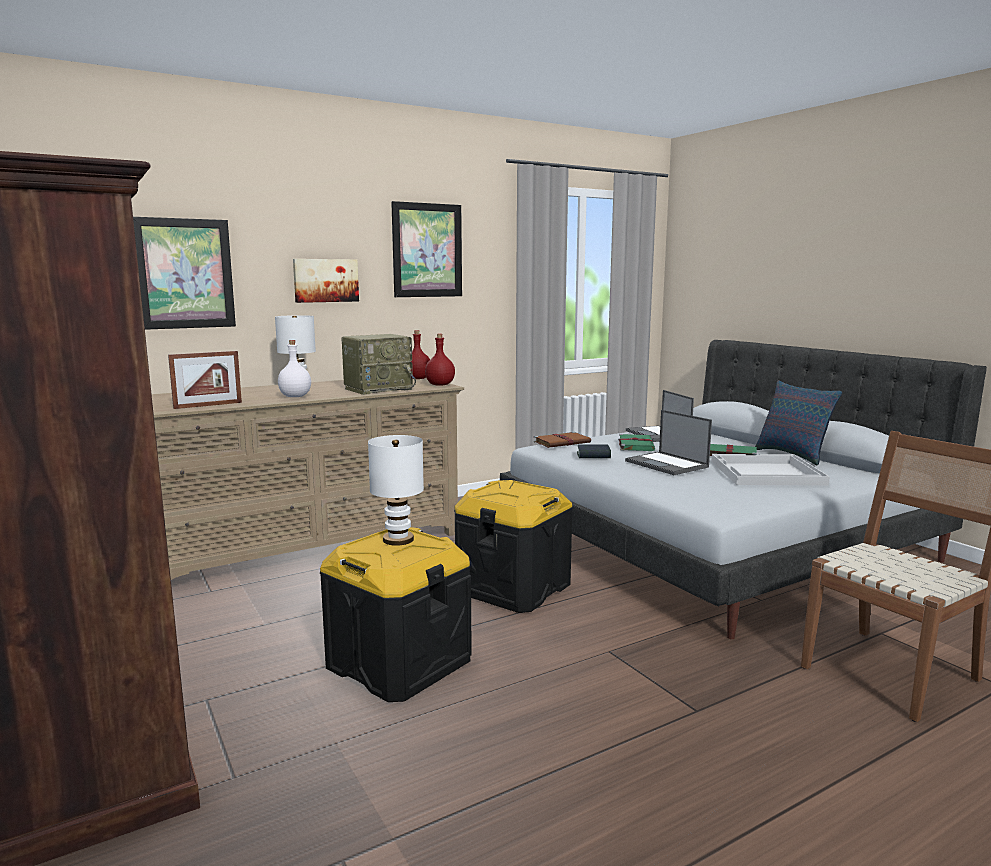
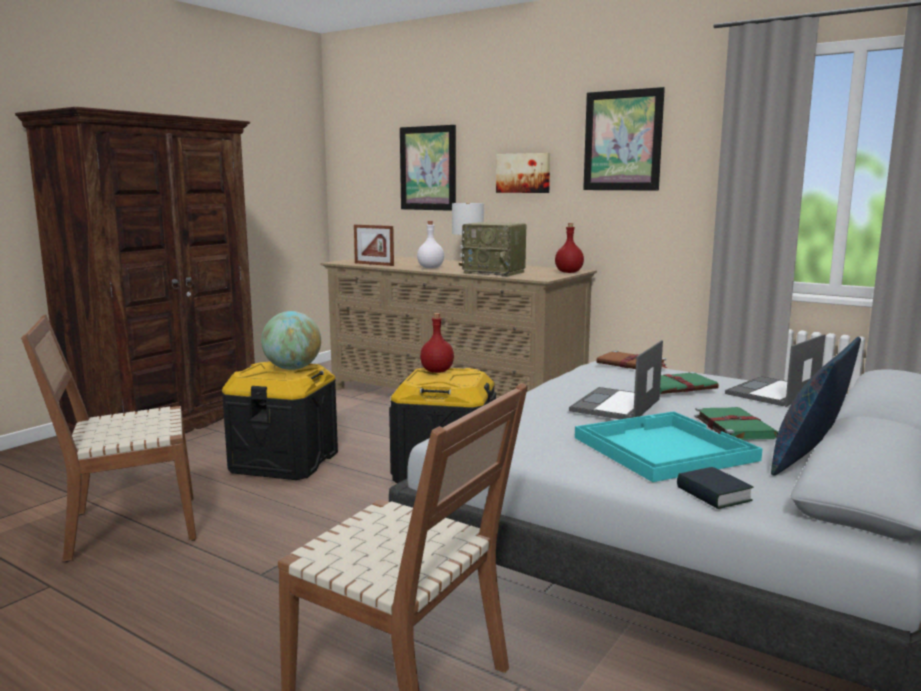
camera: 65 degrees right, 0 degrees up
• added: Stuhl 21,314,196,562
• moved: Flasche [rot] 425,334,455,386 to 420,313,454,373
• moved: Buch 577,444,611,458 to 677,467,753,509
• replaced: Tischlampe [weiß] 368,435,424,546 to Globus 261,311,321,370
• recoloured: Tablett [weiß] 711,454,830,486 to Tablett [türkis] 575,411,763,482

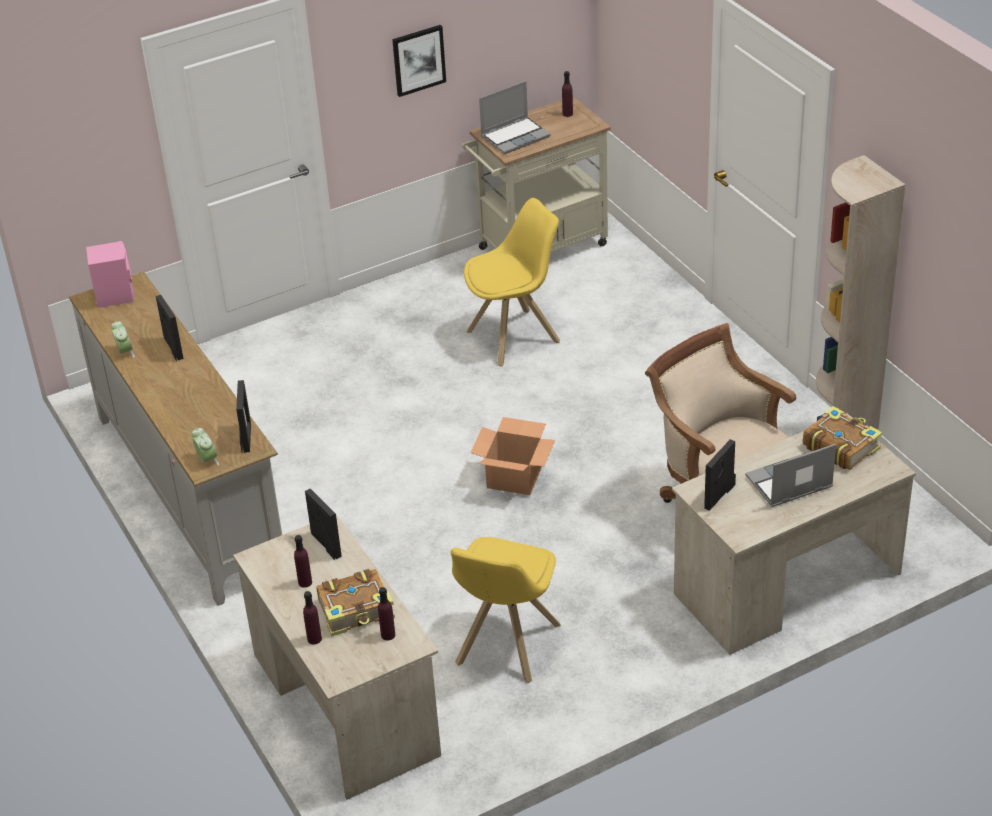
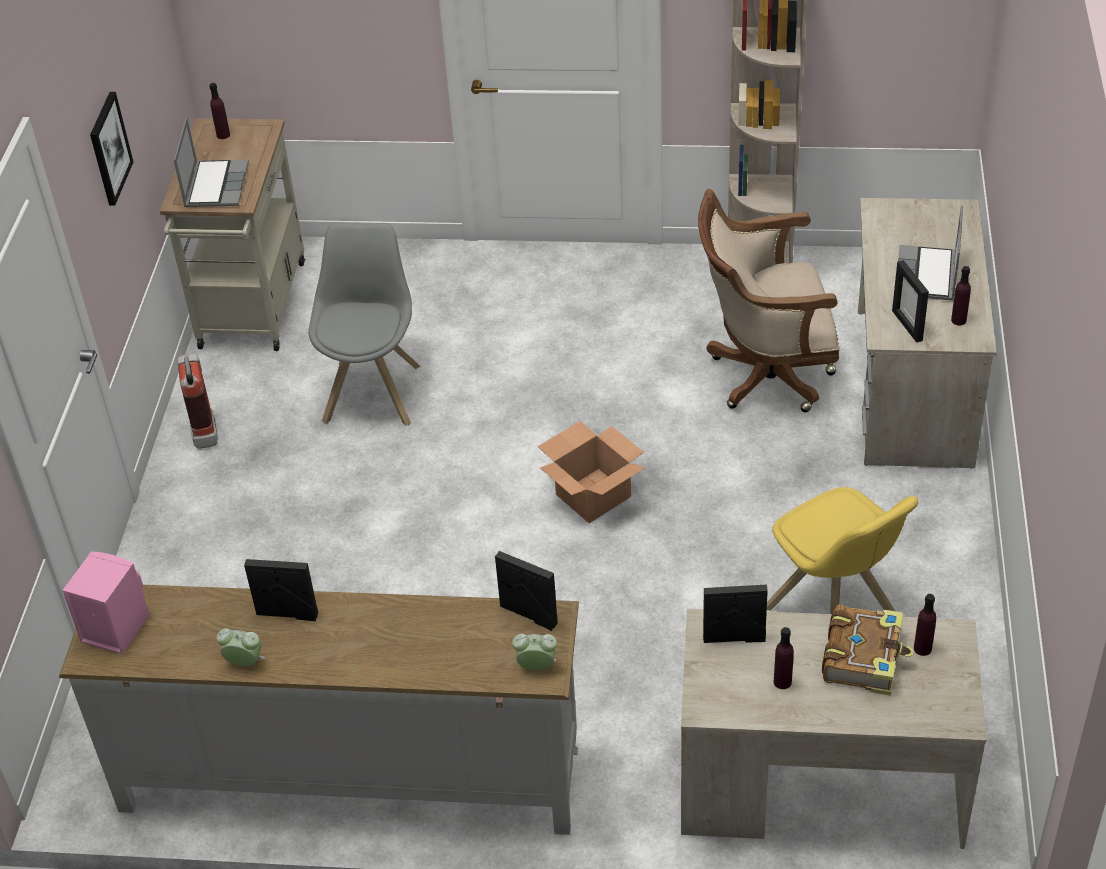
camera: 55 degrees left, 5 degrees up
• removed: Buch 803,406,882,470
• added: Feuerlöscher 177,354,218,449
• moved: Flasche [lila] 303,591,322,644 to 951,266,971,325
• recoloured: Stuhl [gelb] 464,198,560,366 to Stuhl [grau] 308,222,420,426

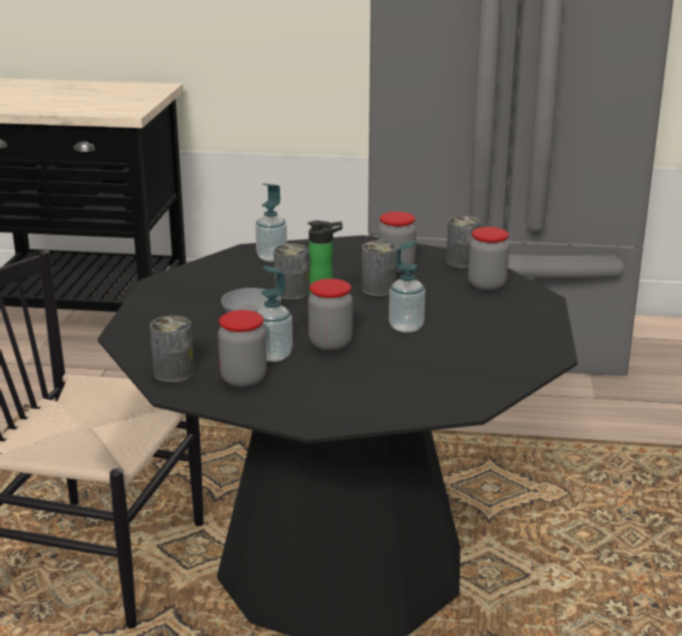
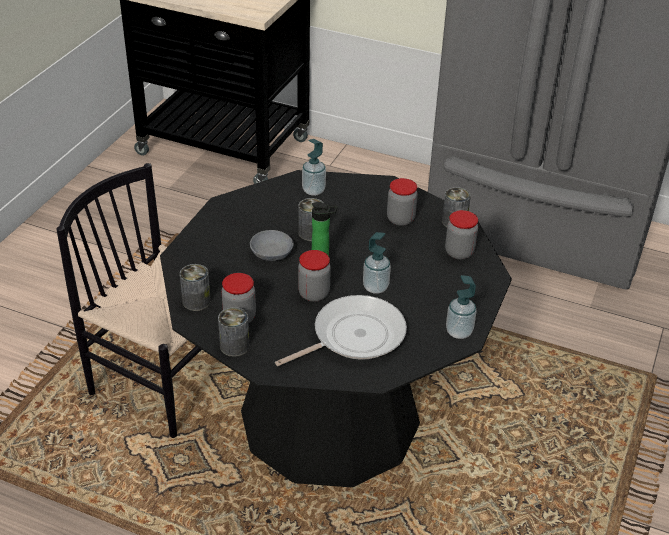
camera: 15 degrees right, 15 degrees up
• added: Pfanne 275,295,407,366
• moved: Seifenspender 256,266,293,362 to 446,275,477,339
• moved: Dose 362,241,397,296 to 218,307,250,357

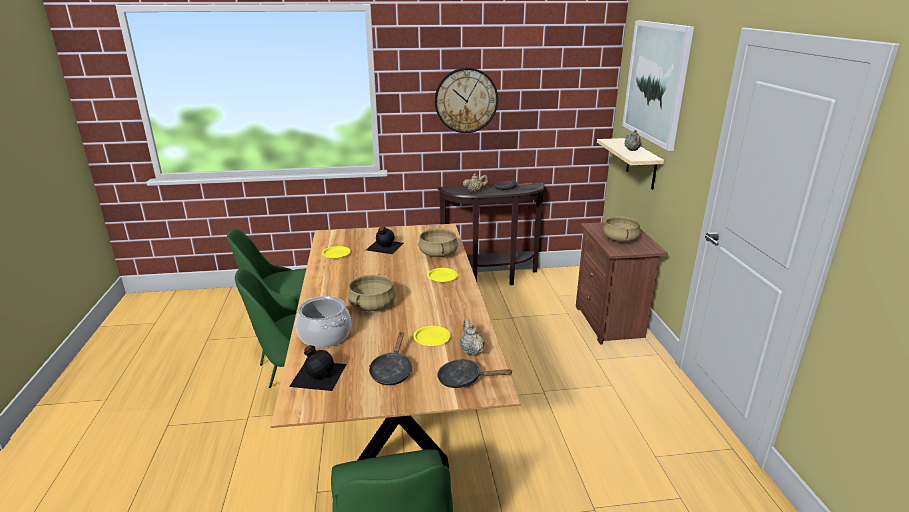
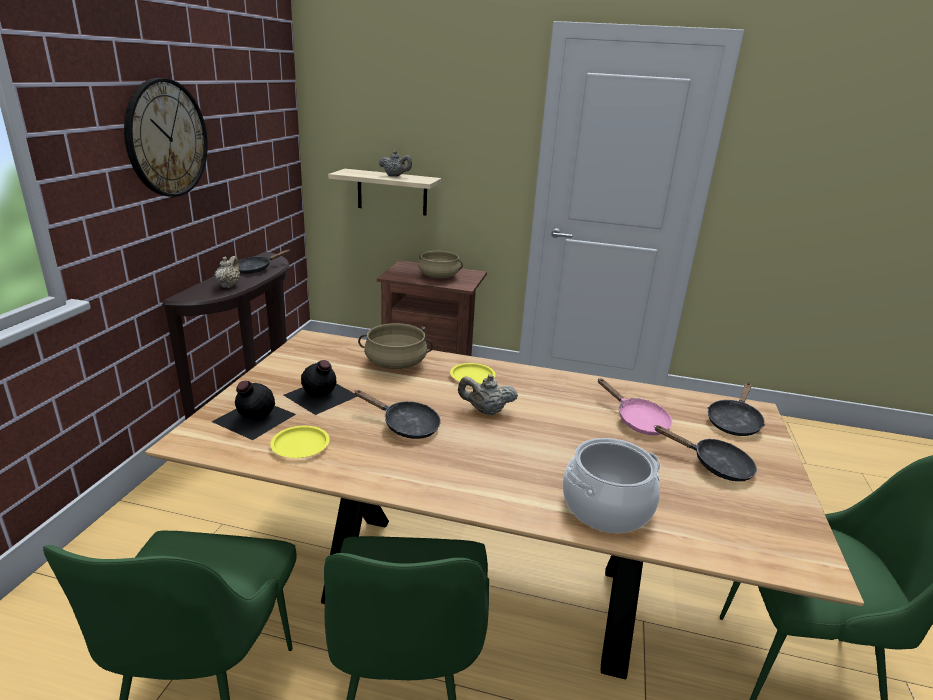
camera: 70 degrees left, 0 degrees up
• removed: Kochtopf [beige] 348,275,396,311
• removed: Bild 622,20,694,151
• added: Pfanne [schwarz] 354,390,440,439
• moved: Flasche [schwarz] 289,345,346,391 to 212,381,296,440
• moved: Teekanne [beige] 460,318,485,356 to 458,374,518,415
• replaced: Teller [gelb] 413,326,451,346 to Pfanne [rosa] 598,378,672,435

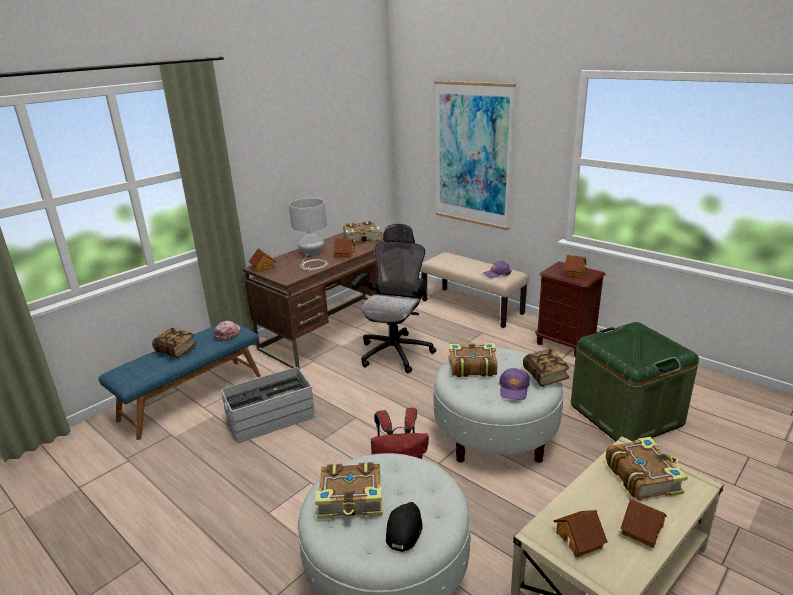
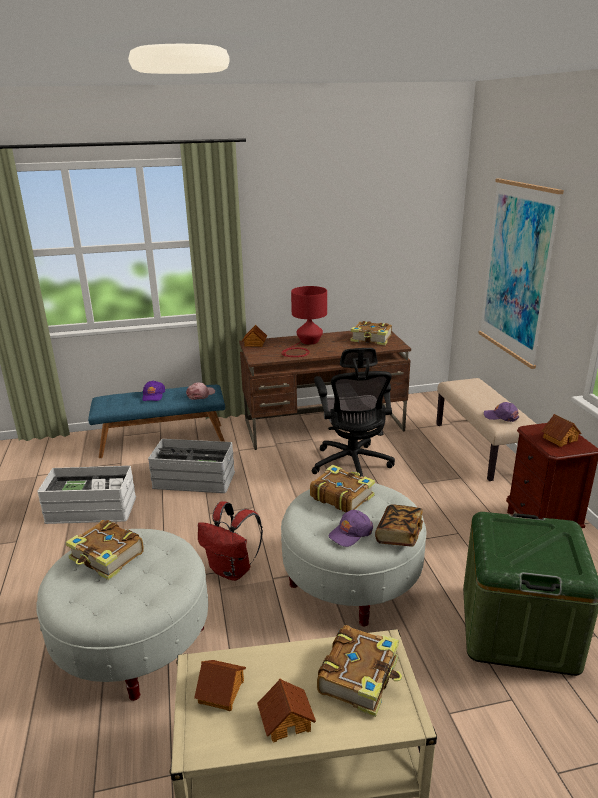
camera: 35 degrees right, 0 degrees up
• removed: Spielzeughaus 333,238,355,258
• removed: Kappe [schwarz] 386,502,423,552
• added: Aufbewahrungsbox [weiß] 37,466,136,524
• replaced: Buch 152,327,197,358 to Kappe [lila] 142,381,165,401
• recoloured: Tischlampe [weiß] 289,198,328,271 to Tischlampe [rot] 282,286,327,357
• turned: Bürostuhl 351,224,437,373 = 312,348,395,477 120 degrees clockwise

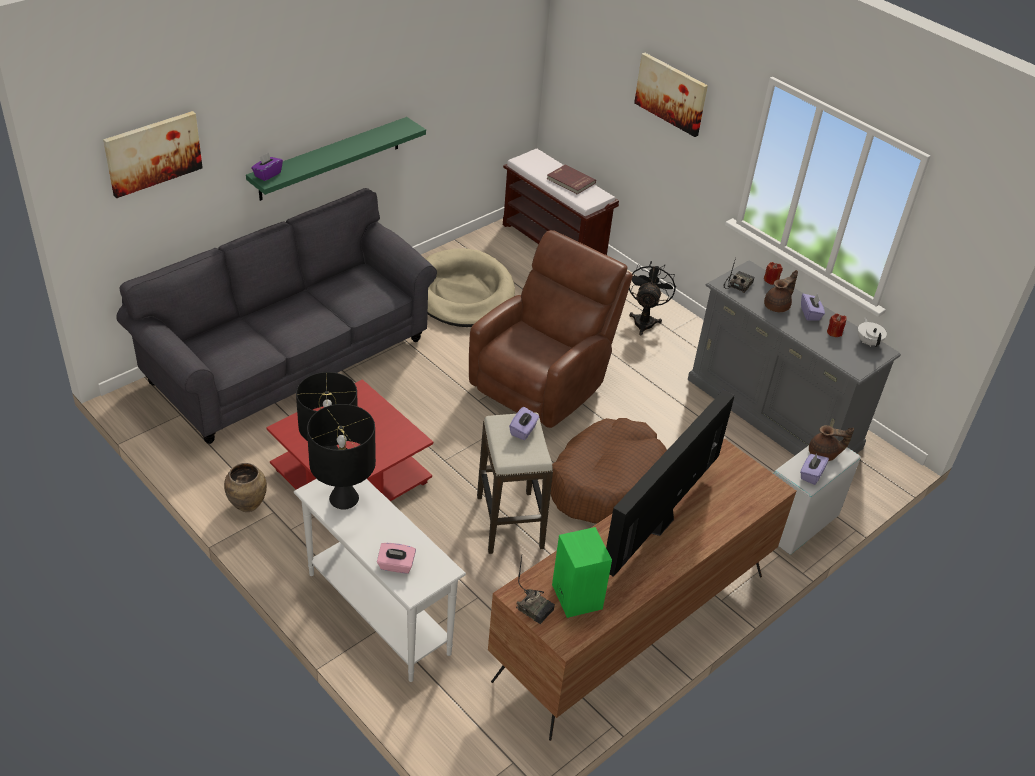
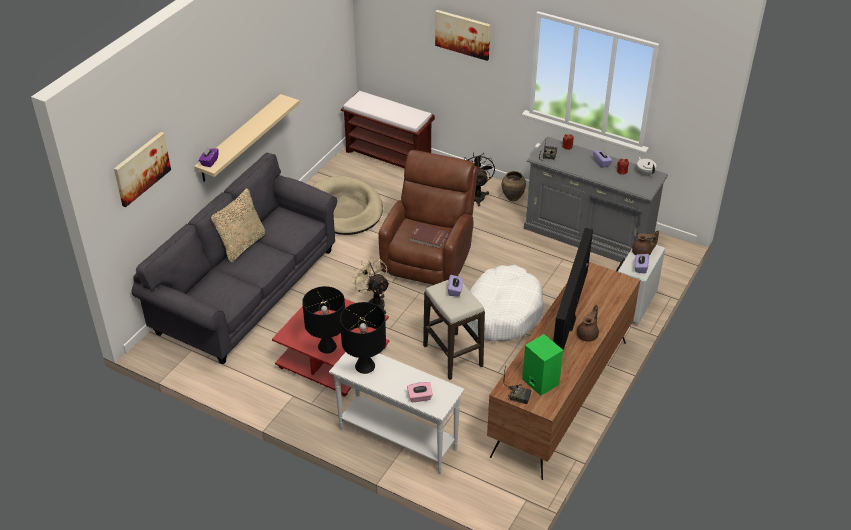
camera: 15 degrees left, 0 degrees up
• added: Kissen [beige] 211,188,265,262
• added: Ventilator [beige] 352,257,390,314
• moved: Vase [braun] 224,463,267,512 to 502,171,526,201
• moved: Buch [rot] 547,164,596,194 to 409,223,449,249
• moved: Teekanne [braun] 764,270,798,312 to 577,305,599,342
• recoloured: Wandregal [grün] 246,117,426,201 to Wandregal [beige] 194,94,300,182
• recoloured: Hundebett [braun] 551,418,667,524 to Hundebett [weiß] 467,265,544,341

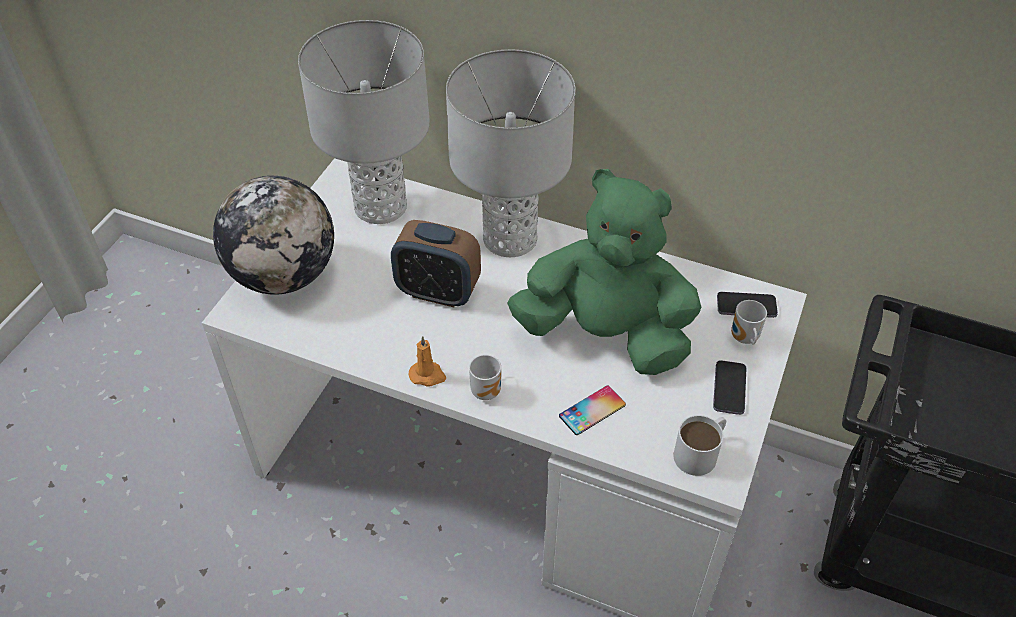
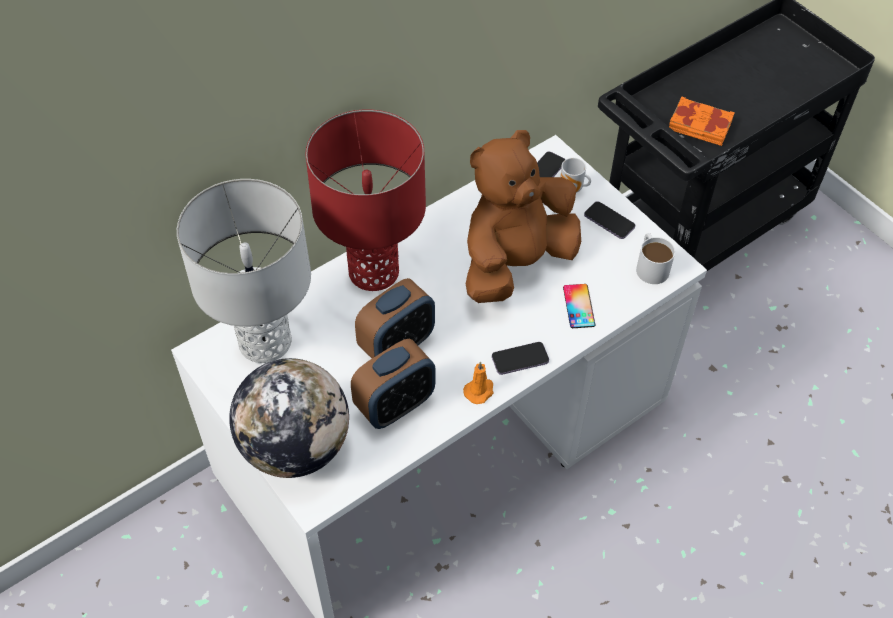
camera: 60 degrees left, 5 degrees up
• added: Wecker 351,339,435,429
• added: Buch [orange] 669,96,735,146
• replaced: Henkelbecher 469,355,501,400 to Handy 492,342,549,375
• recoloured: Tischlampe [weiß] 446,49,575,257 to Tischlampe [rot] 305,109,426,291
• recoloured: Plüschtier [grün] 507,169,702,375 to Plüschtier [braun] 466,130,581,303

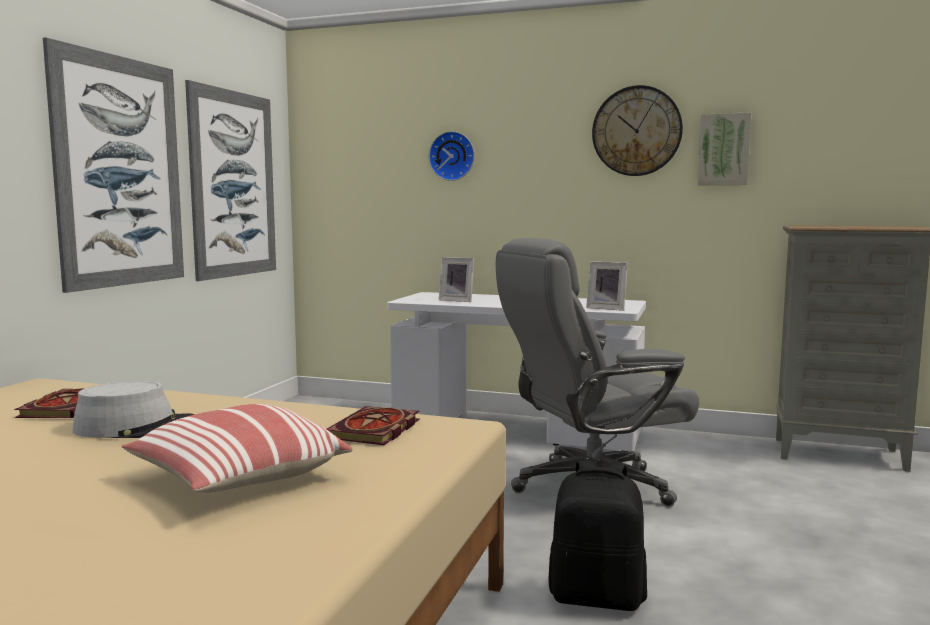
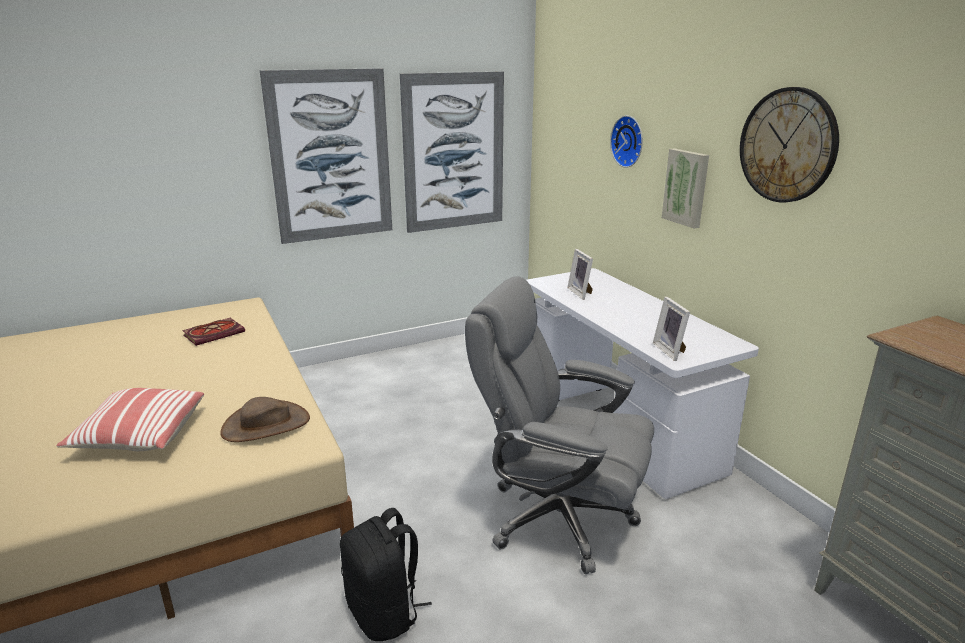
camera: 45 degrees right, 15 degrees up
• removed: Hut [grau] 72,381,194,438
• moved: Bild 698,112,751,185 to 662,148,709,229
• replaced: Buch 327,406,420,445 to Hut [braun] 220,397,310,442

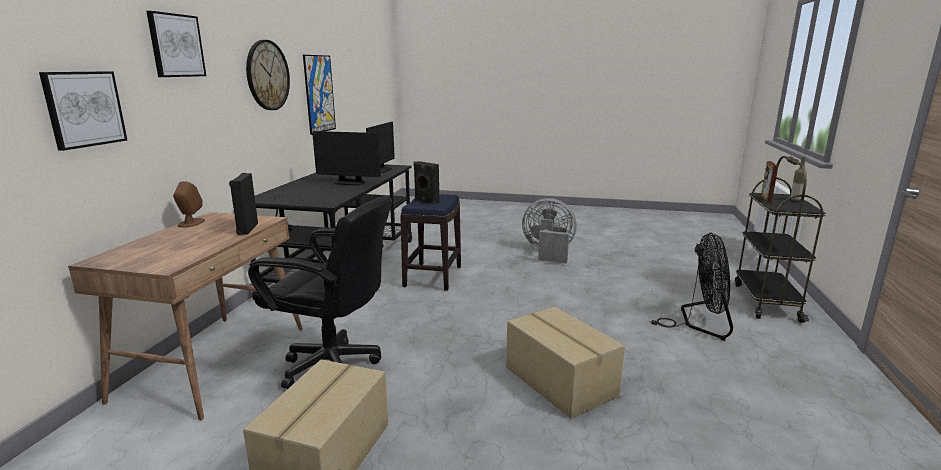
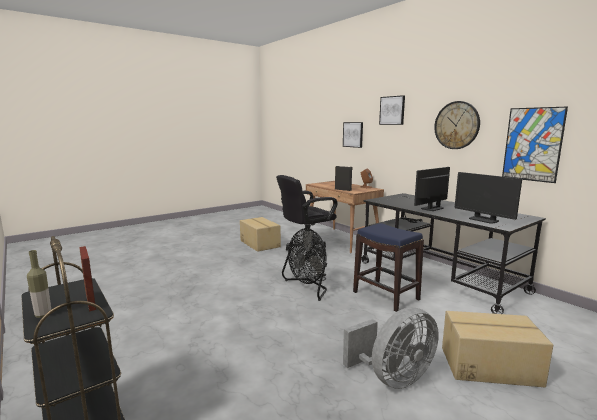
camera: 130 degrees right, 5 degrees down
• removed: Lautsprecher [schwarz] 413,161,440,204
• moved: Karton 506,306,625,418 to 442,311,553,387
• moved: Ventilator [schwarz] 650,233,733,341 to 282,228,327,301

